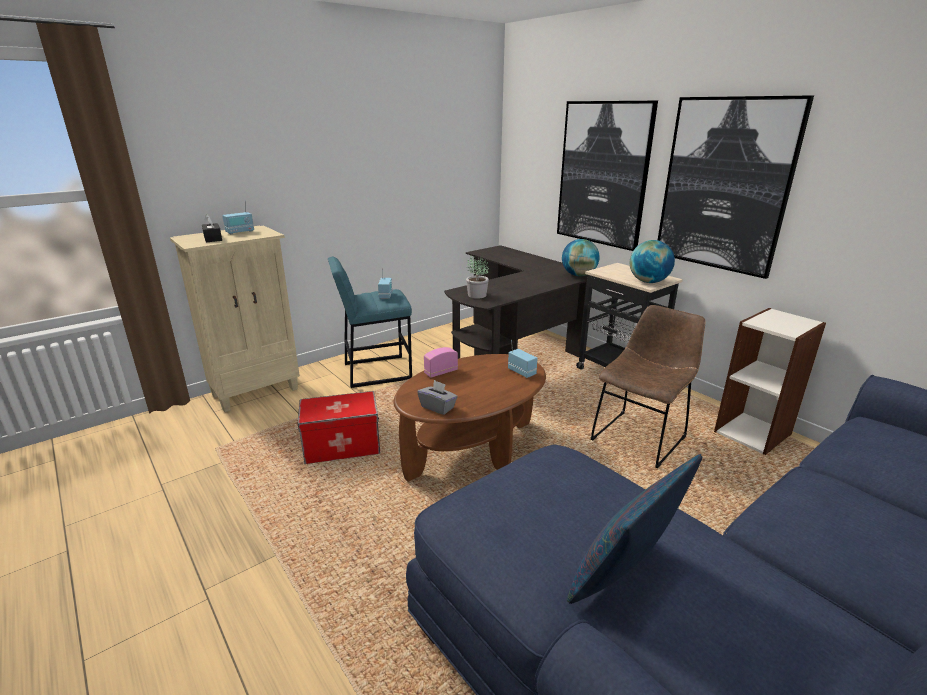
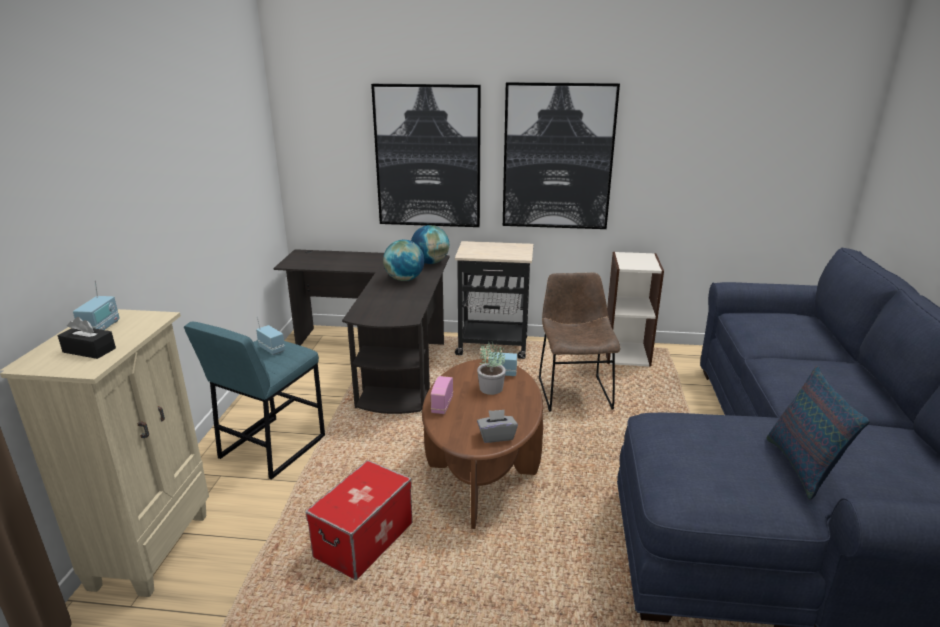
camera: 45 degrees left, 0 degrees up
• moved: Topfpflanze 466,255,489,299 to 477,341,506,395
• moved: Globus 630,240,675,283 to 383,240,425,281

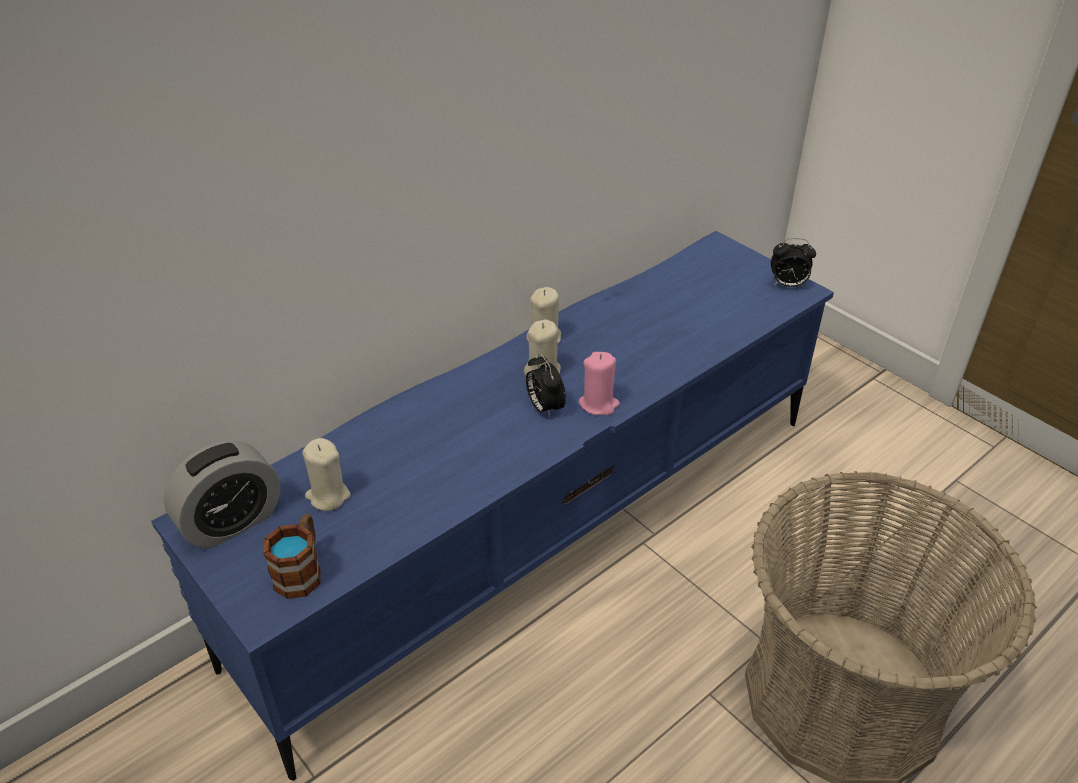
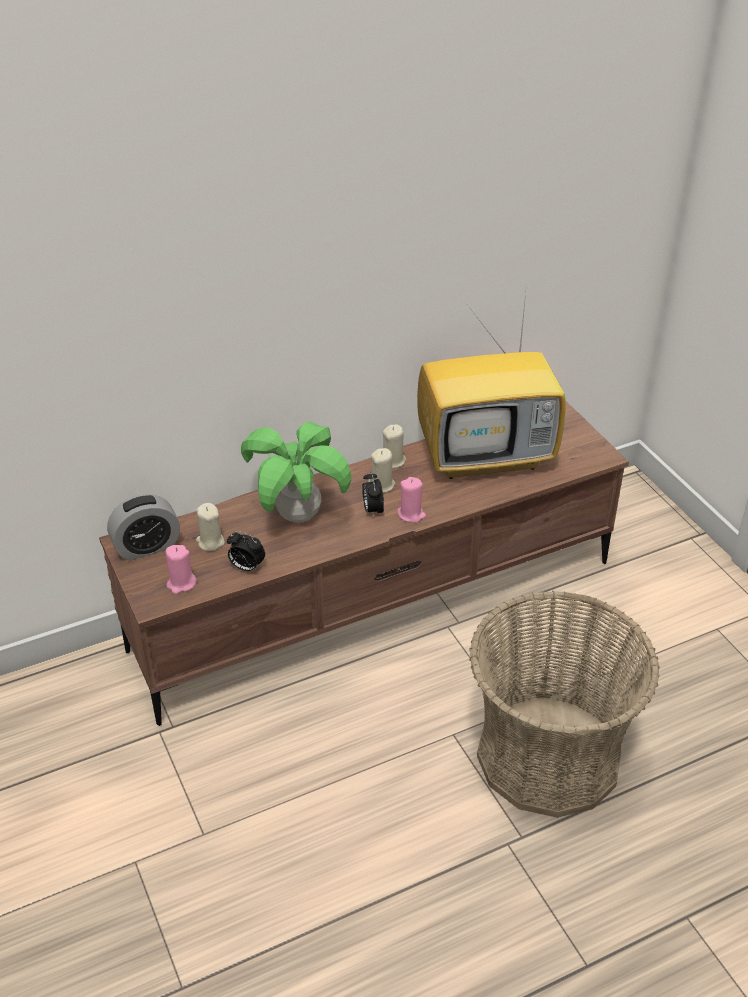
camera: 15 degrees right, 0 degrees up
• added: Topfpflanze 241,422,352,523
• added: Fernseher 417,293,566,479
• moved: Wecker 771,238,816,287 to 227,531,265,572
• replaced: Henkelbecher 263,514,321,599 to Kerze [rosa] 166,545,197,594
• recoloured: Fernsehschrank [blau] 151,231,834,781 to Fernsehschrank [braun] 99,400,629,726

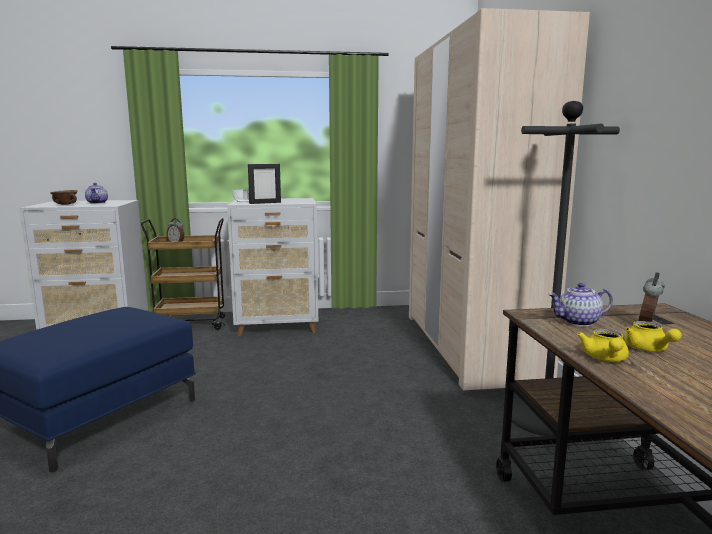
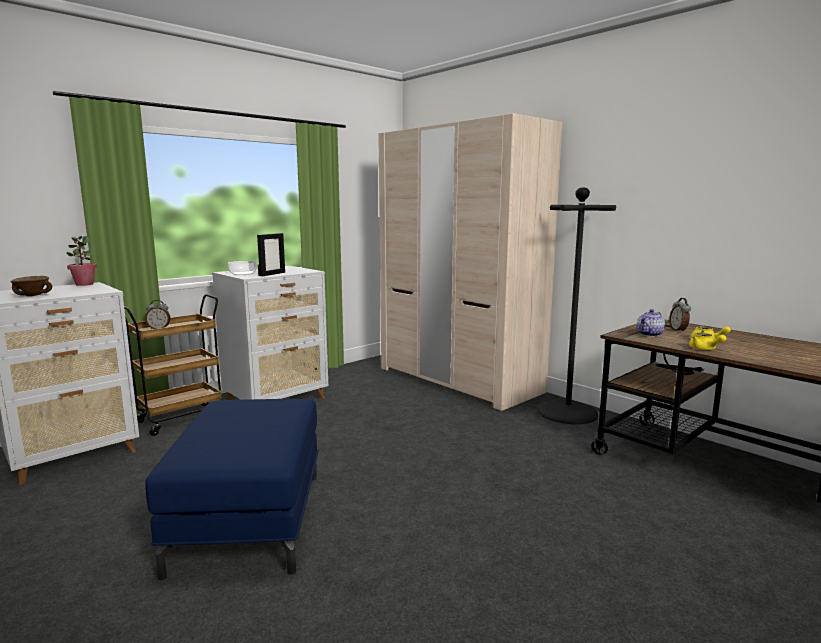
camera: 35 degrees left, 0 degrees up
• removed: Teekanne 85,183,108,204
• added: Topfpflanze 67,236,97,286

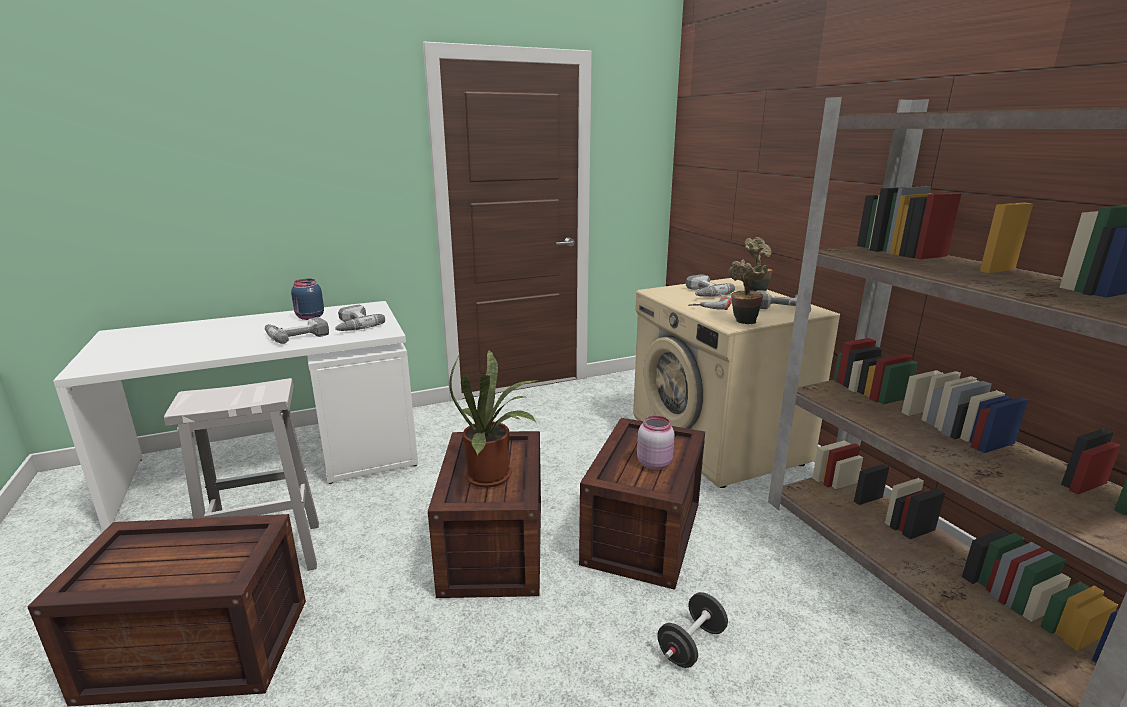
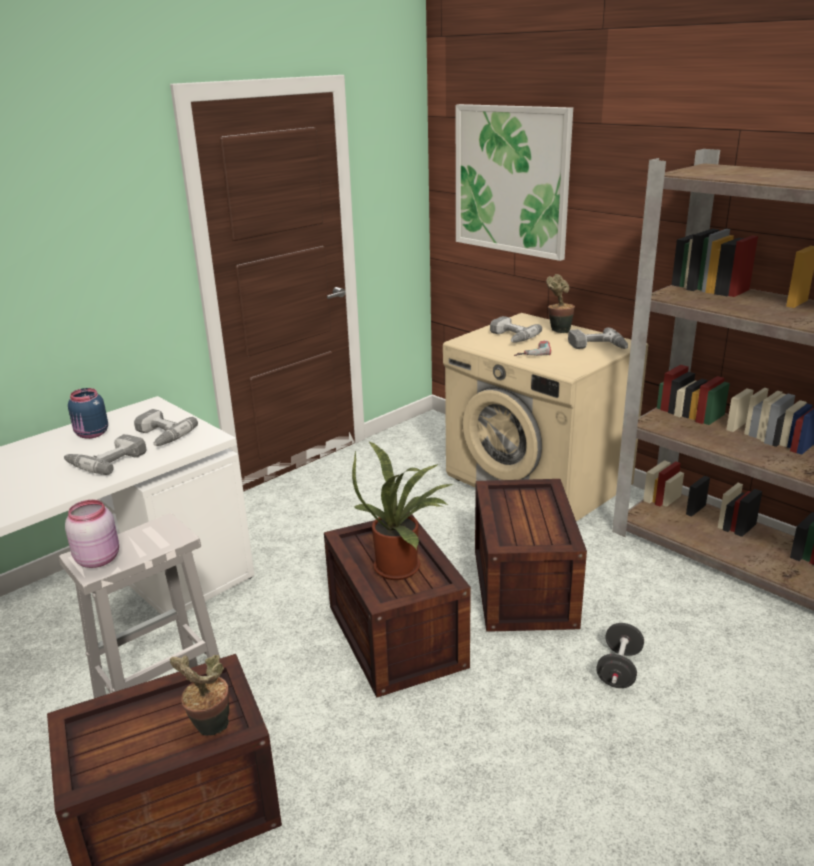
camera: 20 degrees left, 5 degrees up
• added: Bild 456,104,573,261
• moved: Vorratsglas [rosa] 637,416,675,470 to 65,500,119,568
• moved: Topfpflanze 728,260,768,324 to 170,655,229,736

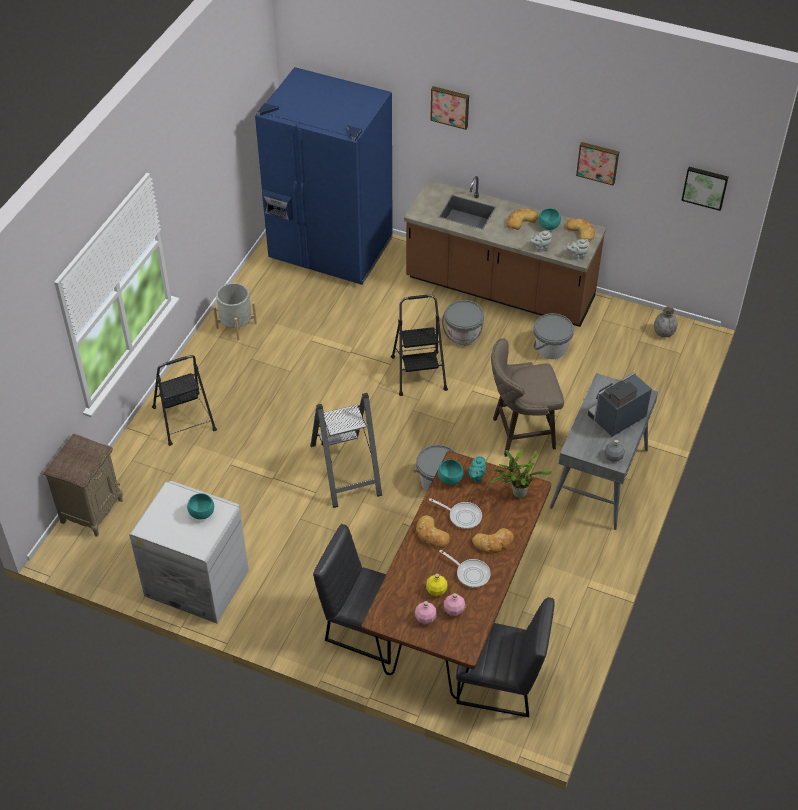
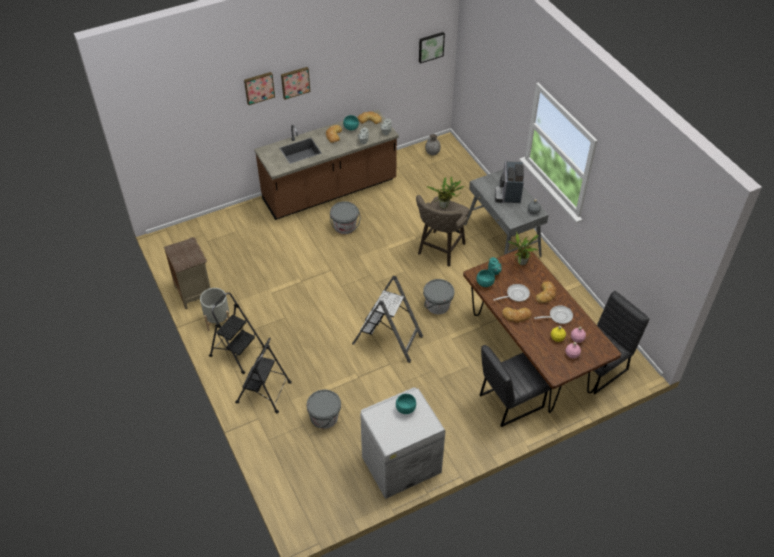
camera: 50 degrees left, 0 degrees up
• removed: Kühlschrank [blau] 255,67,393,285
• added: Topfpflanze 427,176,465,209
• moved: Nachttisch [beige] 43,433,123,537 to 164,237,211,310
• moved: Trittleiter [schwarz] 391,295,448,396 to 209,292,264,374
• moved: Eimer [grau] 533,313,574,359 to 307,390,341,429
• moved: Bild 576,142,619,185 to 281,67,310,100

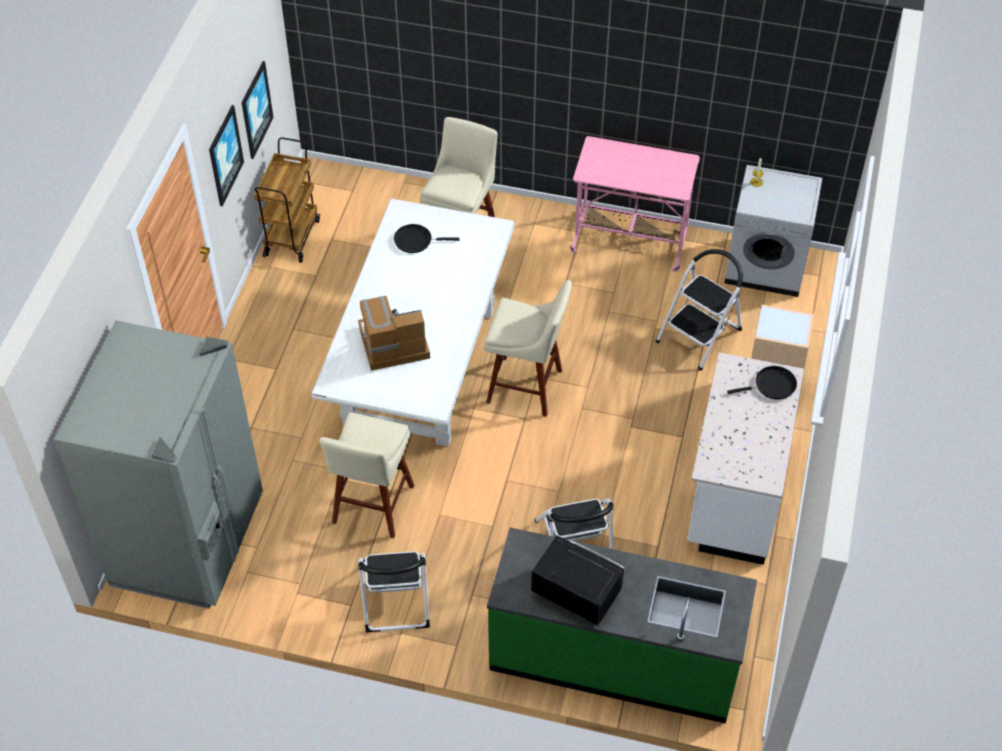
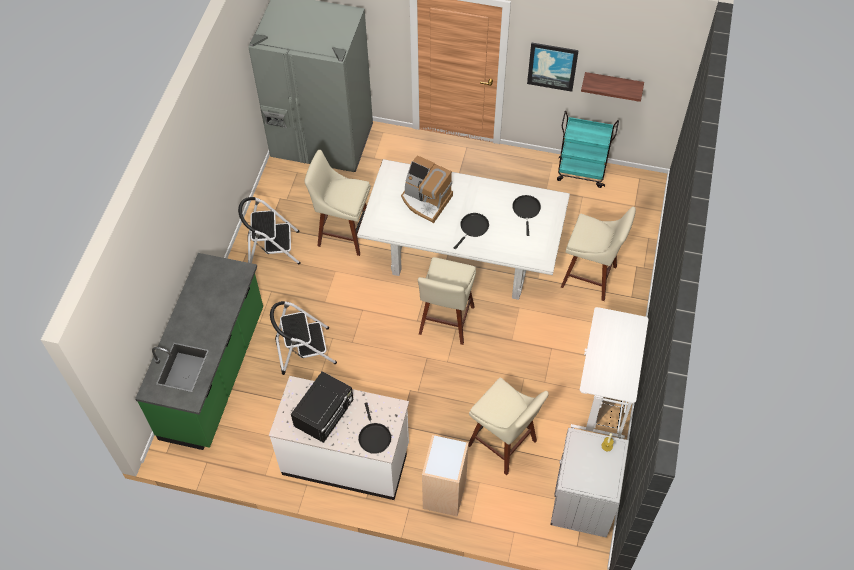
camera: 90 degrees right, 5 degrees up
• added: Pfanne [schwarz] 454,213,489,249
• moved: Mikrowelle [schwarz] 531,535,625,625 to 291,371,354,443
• replaced: Bild 242,61,274,159 to Wandregal 581,72,644,102
• replaced: Trittleiter 656,249,743,371 to Hocker [beige] 468,378,549,475
• recoloured: Rollwagen [braun] 254,137,321,263 to Rollwagen [türkis] 557,111,619,188
• recoloured: Schreibtisch [rosa] 570,136,700,272 to Schreibtisch [weiß] 571,307,648,439
• turned: Kaffeemaschine 358,296,430,371 = 401,155,453,224 135 degrees clockwise

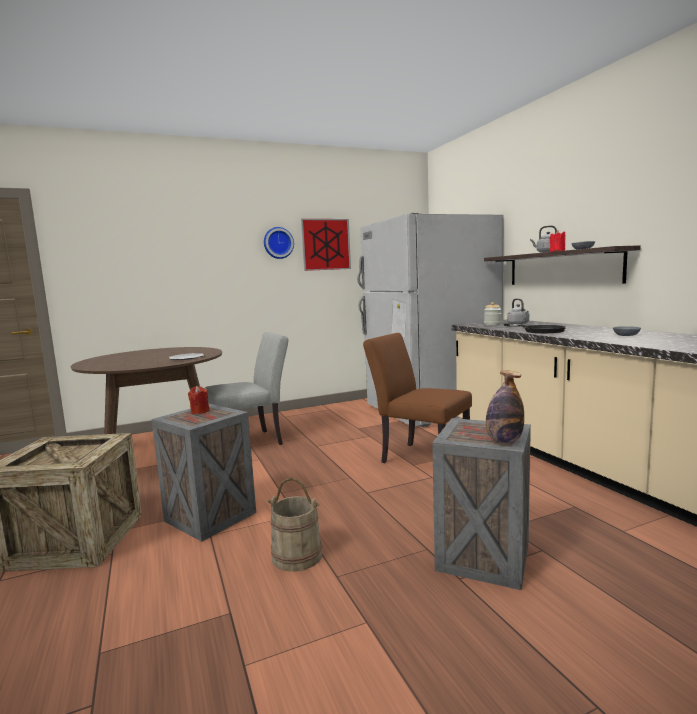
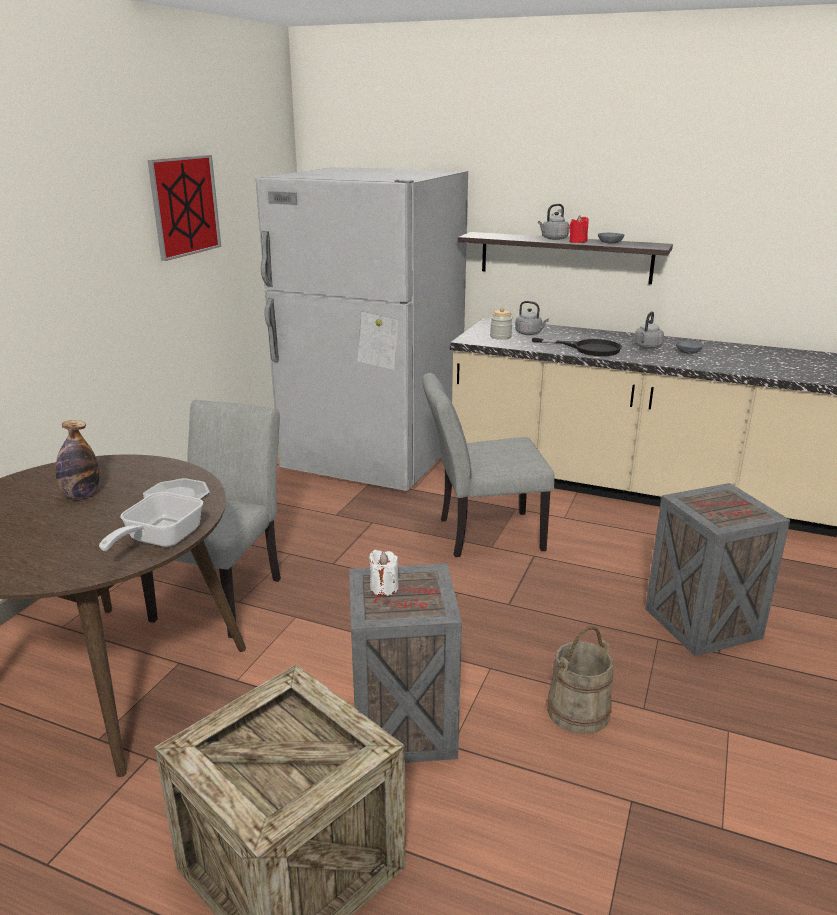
camera: 45 degrees left, 15 degrees up
• removed: Wanduhr 264,227,294,259
• added: Pfanne 99,492,203,551
• added: Wasserkessel [grau] 634,312,664,349
• moved: Flasche 486,370,524,444 to 56,420,99,499
• recoloured: Kerze [rot] 188,386,210,414 to Kerze [weiß] 369,550,399,596
• recoloured: Stuhl [braun] 363,333,472,463 to Stuhl [grau] 422,373,555,557

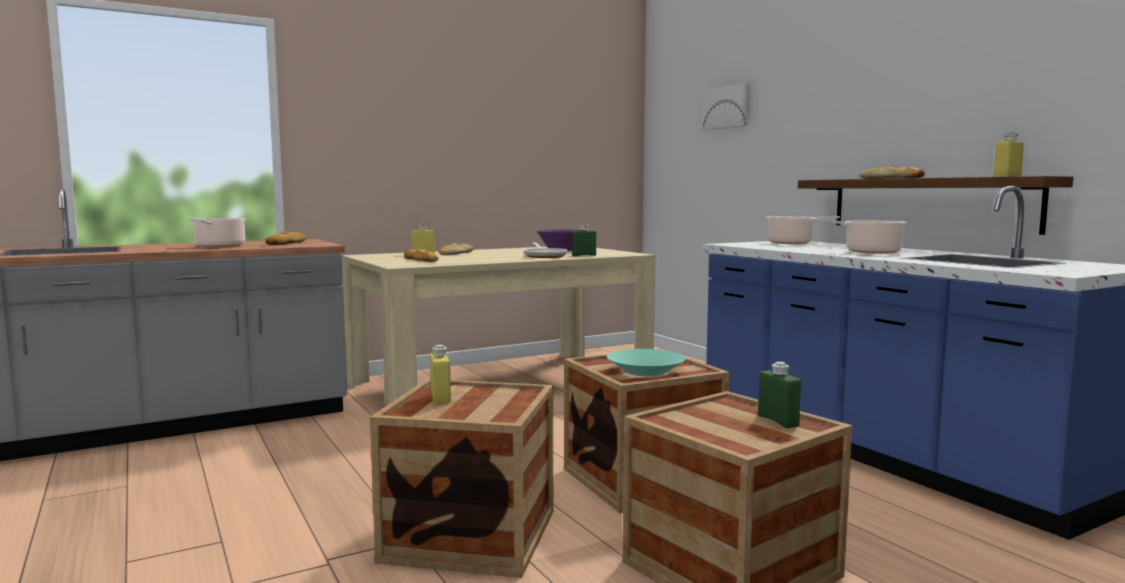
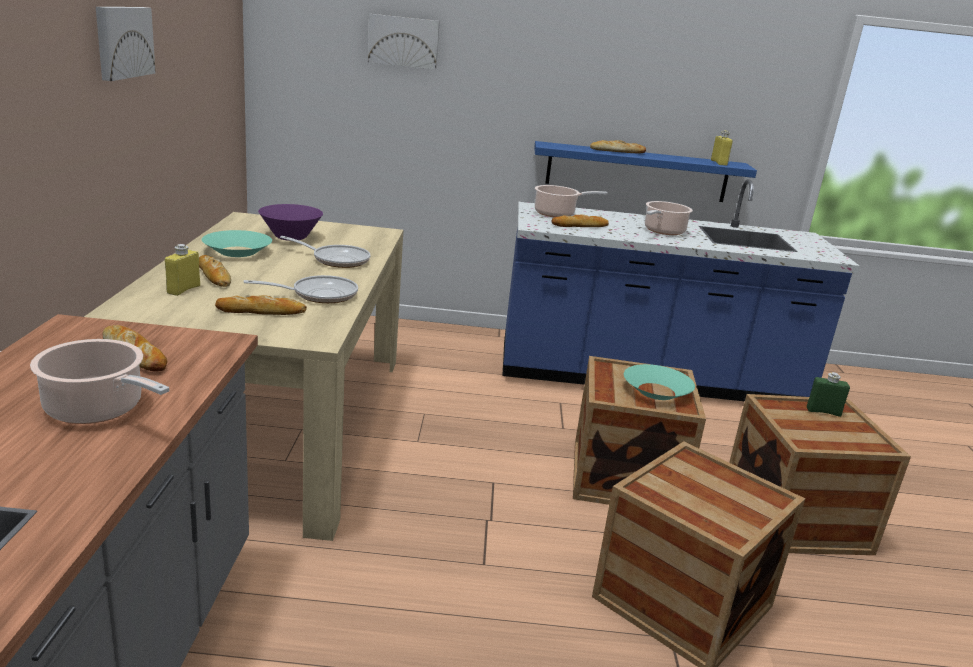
camera: 60 degrees left, 15 degrees up
• removed: Flasche [gelb] 430,345,451,404
• removed: Flasche [grün] 572,224,596,256
• added: Bild 96,7,156,81
• added: Schüssel [türkis] 202,230,272,257
• added: Pfanne 244,275,358,303
• added: Brot 552,215,609,227
• recoloured: Wandregal [braun] 798,176,1074,235 to Wandregal [blau] 534,141,757,202

